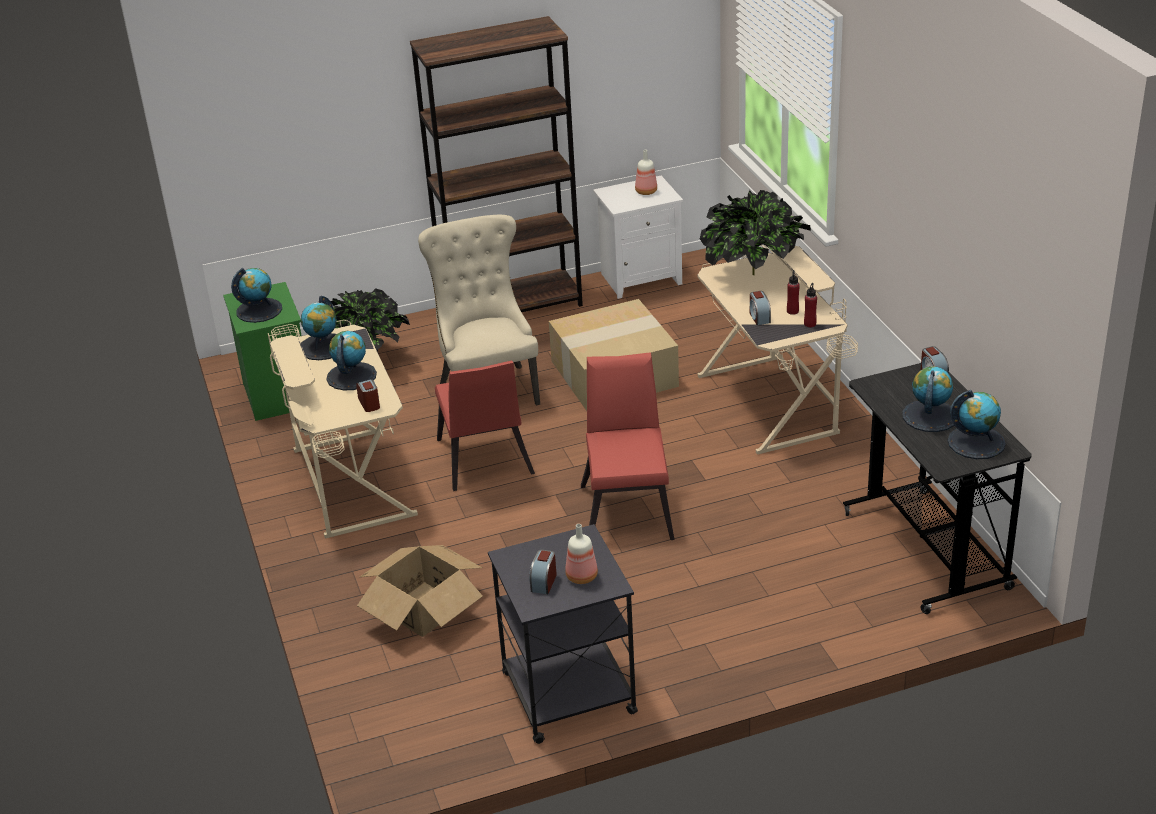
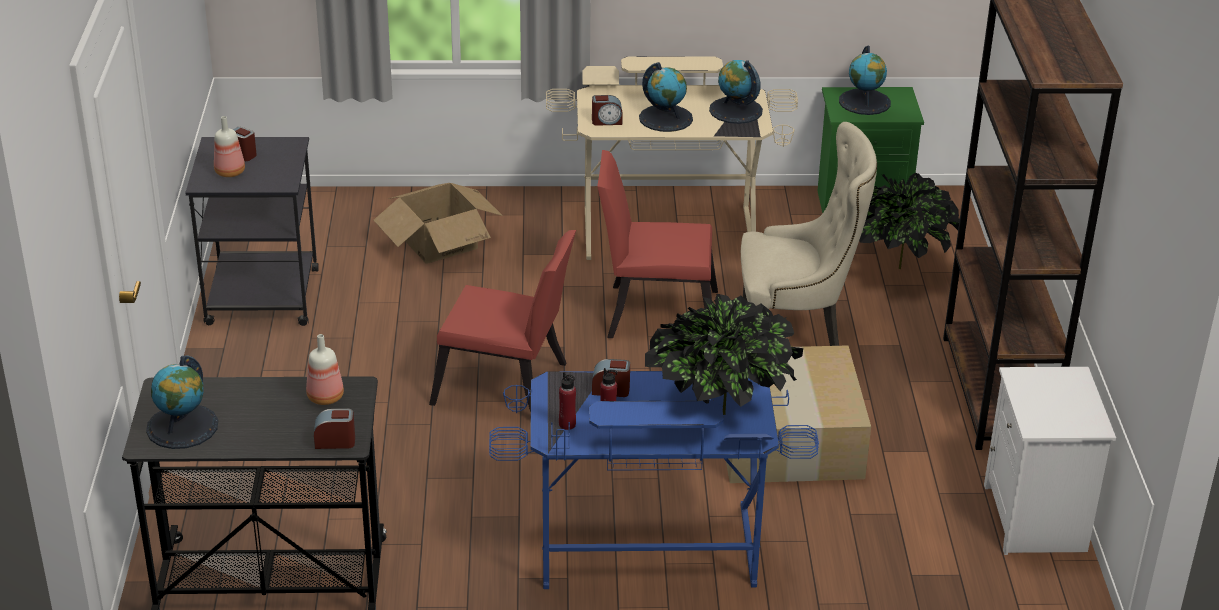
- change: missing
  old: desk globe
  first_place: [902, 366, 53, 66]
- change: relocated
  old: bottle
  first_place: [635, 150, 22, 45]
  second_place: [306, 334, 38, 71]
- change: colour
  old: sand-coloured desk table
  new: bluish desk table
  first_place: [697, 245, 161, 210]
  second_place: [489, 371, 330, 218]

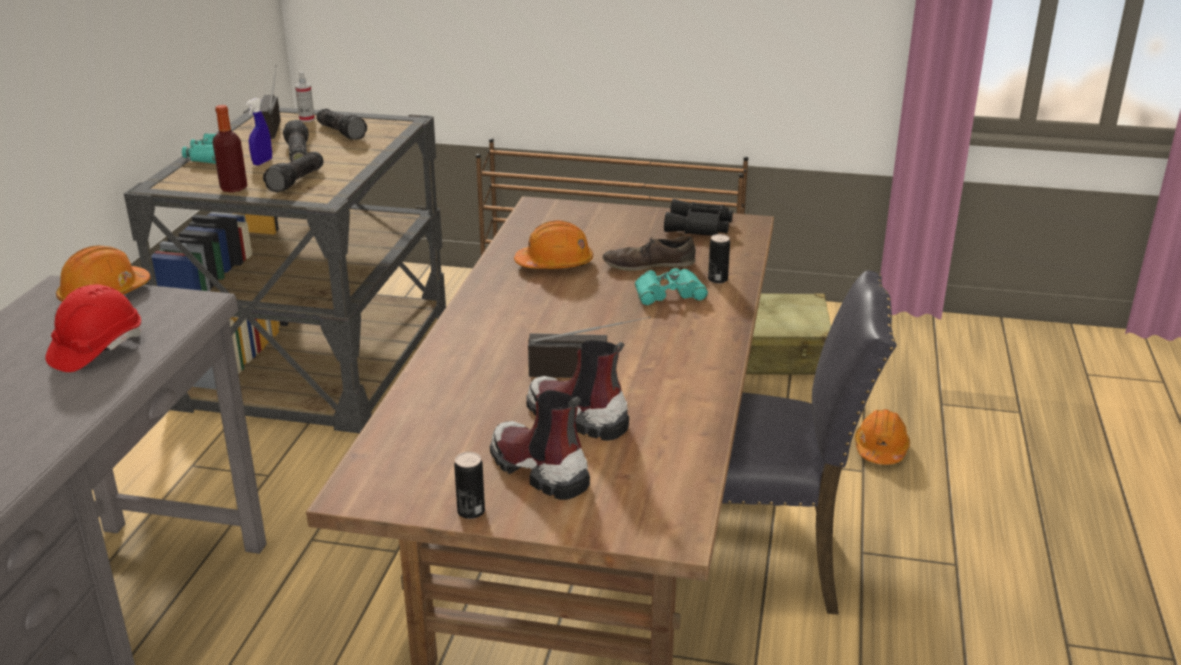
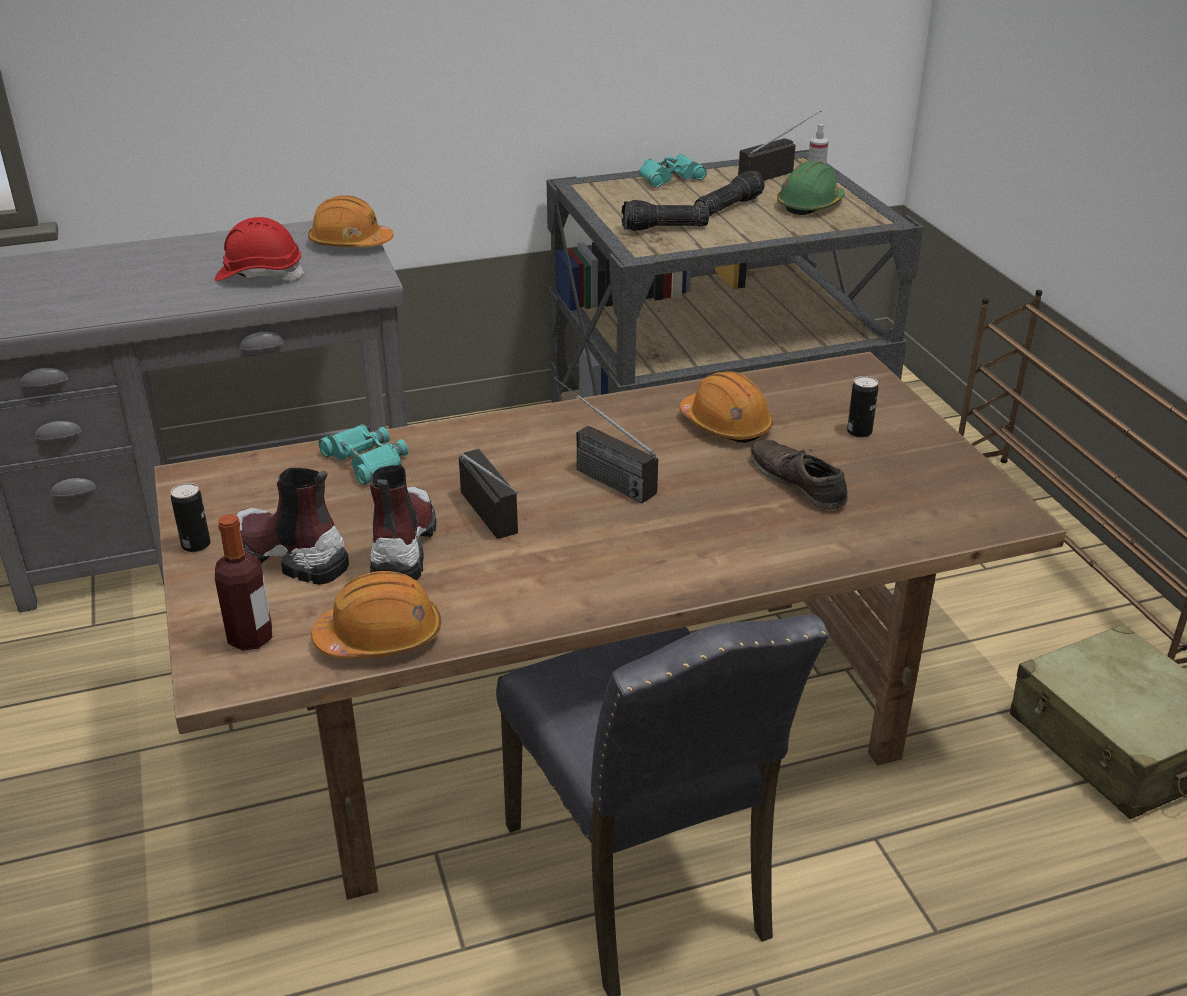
- change: missing
  old: bluish spray bottle
  first_place: [246, 98, 26, 67]
- change: missing
  old: blackish pair of binoculars
  first_place: [664, 199, 69, 37]
- change: appeared
  new: radio
  second_place: [554, 377, 104, 126]
- change: relocated
  old: bottle
  first_place: [213, 105, 34, 87]
  second_place: [215, 514, 57, 137]
- change: relocated
  old: blue-green pair of binoculars
  first_place: [635, 268, 73, 38]
  second_place: [319, 424, 89, 61]
- change: relocated
  old: can
  first_place: [708, 234, 22, 50]
  second_place: [847, 376, 31, 62]
- change: relocated
  old: orange-coloured hard hat
  first_place: [855, 409, 55, 56]
  second_place: [311, 571, 130, 87]
- change: exchanged
  old: flashlight
  new: greenish hard hat
  first_place: [317, 109, 50, 31]
  second_place: [777, 161, 68, 54]
- change: spun
  old: high-top boot
  first_place: [490, 390, 100, 110]
  second_place: [236, 468, 113, 117]
  degrees: -75

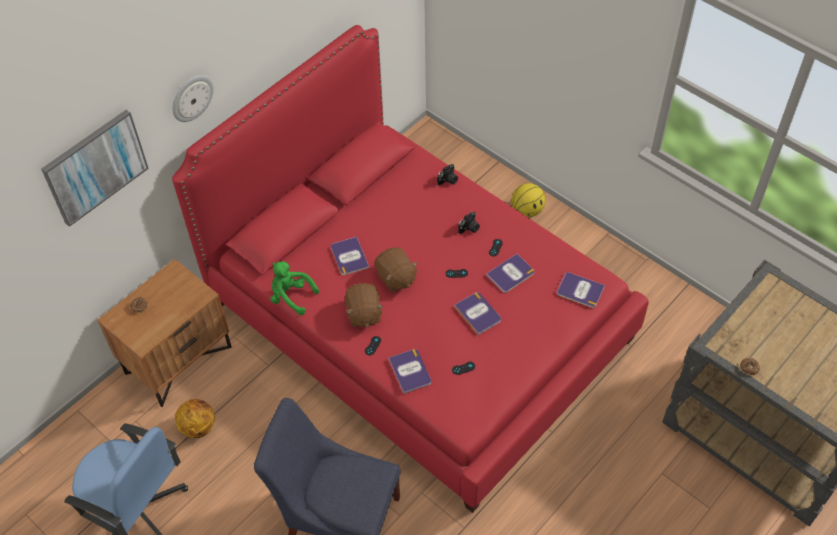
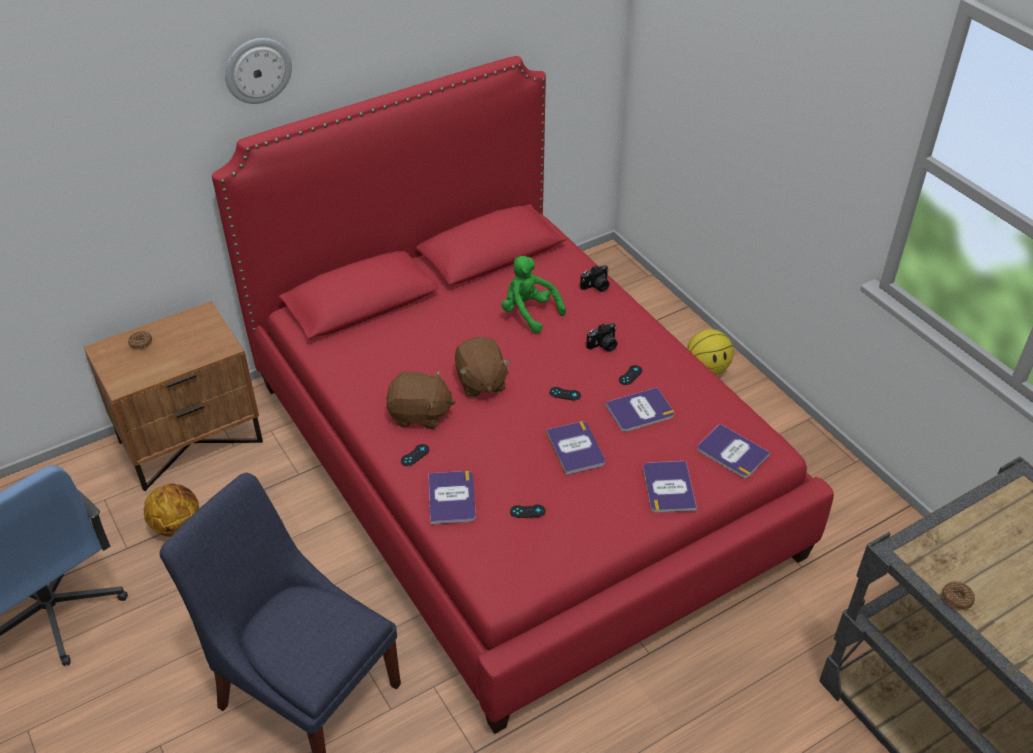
- change: missing
  old: wall art
  first_place: [41, 110, 108, 117]
- change: relocated
  old: greenish plush toy
  first_place: [270, 261, 49, 54]
  second_place: [502, 256, 64, 77]
- change: relocated
  old: book
  first_place: [331, 236, 38, 39]
  second_place: [643, 461, 54, 52]
- change: spun
  old: brown plush toy
  first_place: [345, 283, 39, 45]
  second_place: [386, 370, 69, 59]
  degrees: -90

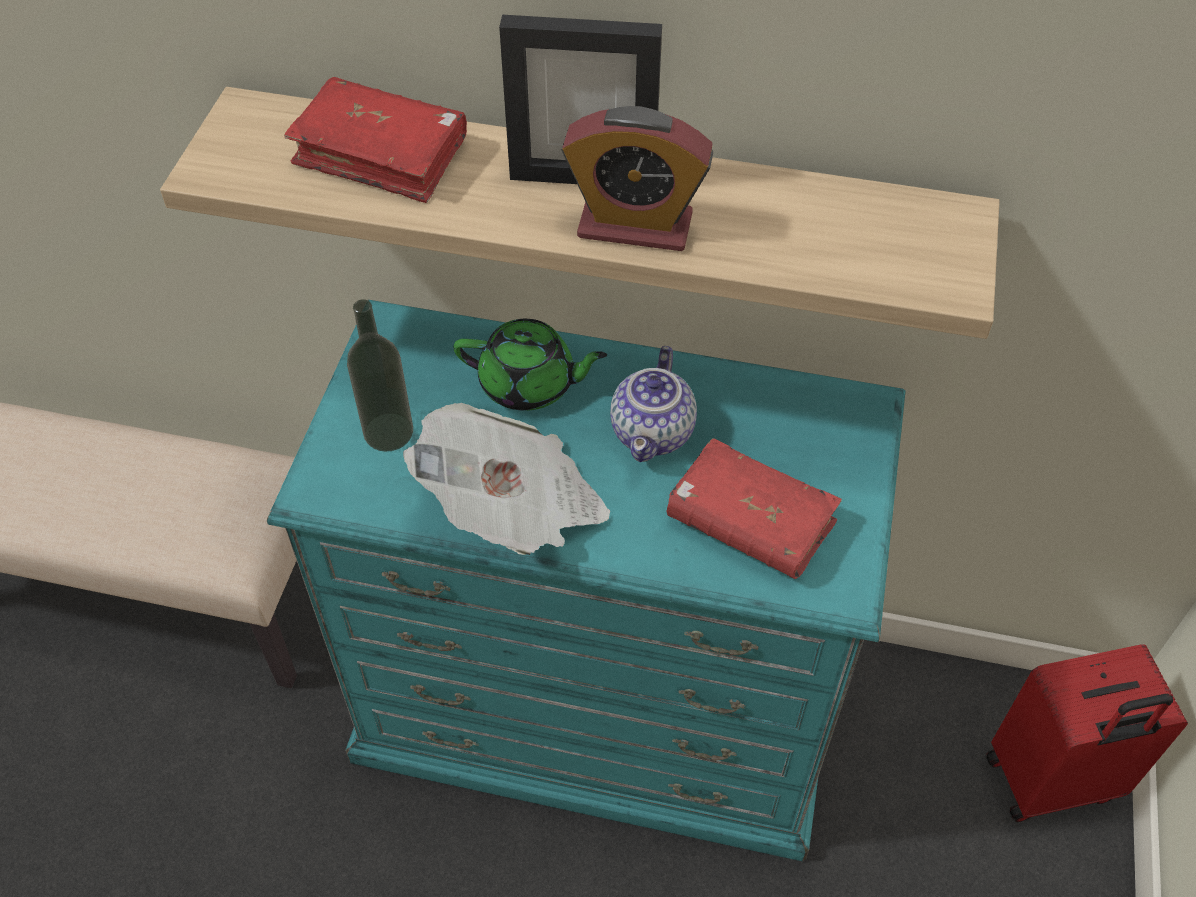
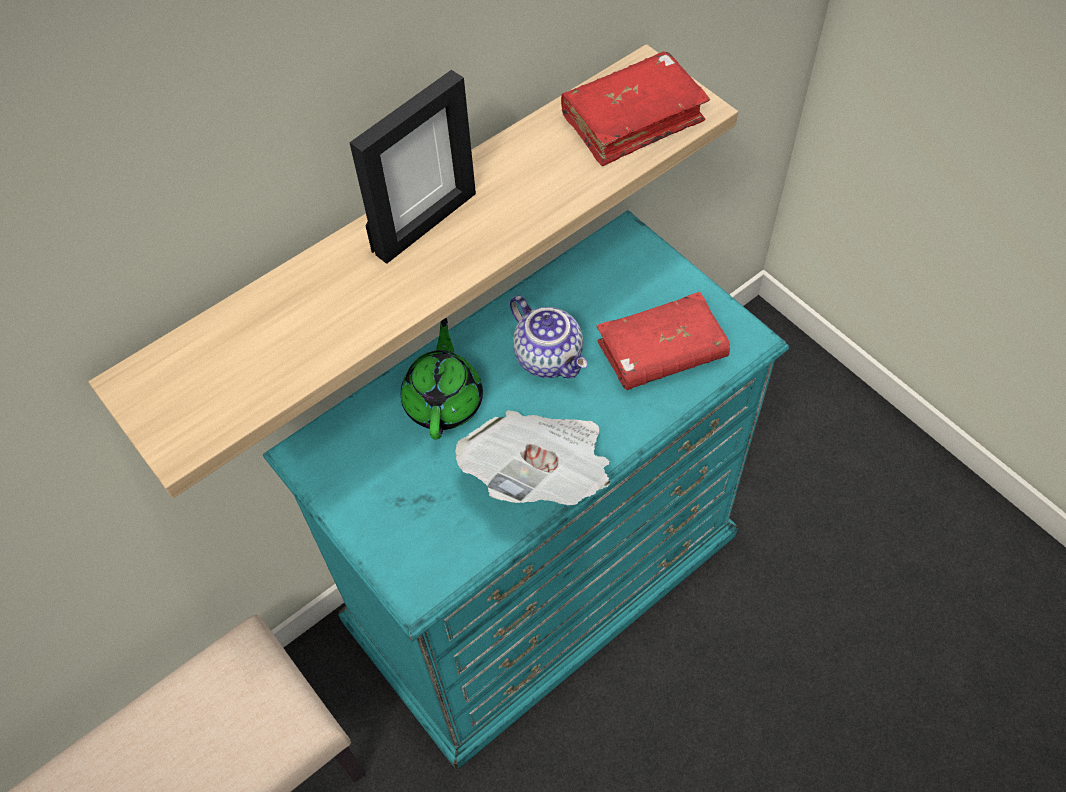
- change: missing
  old: bottle
  first_place: [347, 299, 66, 153]
- change: missing
  old: bedside clock
  first_place: [562, 106, 151, 145]
- change: missing
  old: red suitcase
  first_place: [987, 644, 201, 178]
- change: relocated
  old: red book
  first_place: [284, 77, 183, 126]
  second_place: [561, 51, 149, 115]
- change: spun
  old: greenish tea pot
  first_place: [453, 319, 154, 92]
  second_place: [401, 318, 82, 121]
  degrees: -45

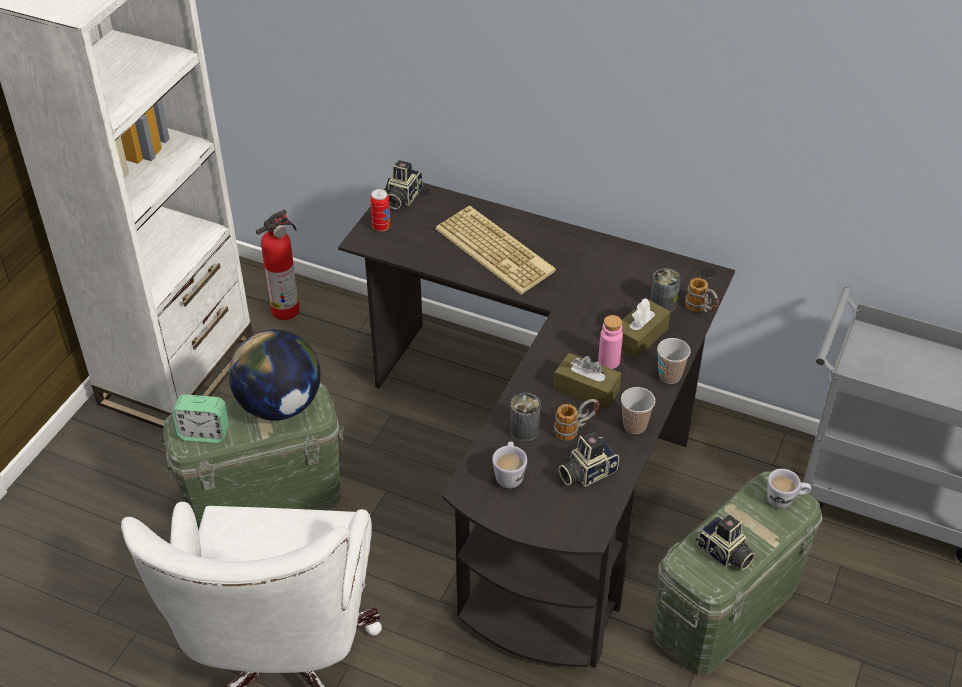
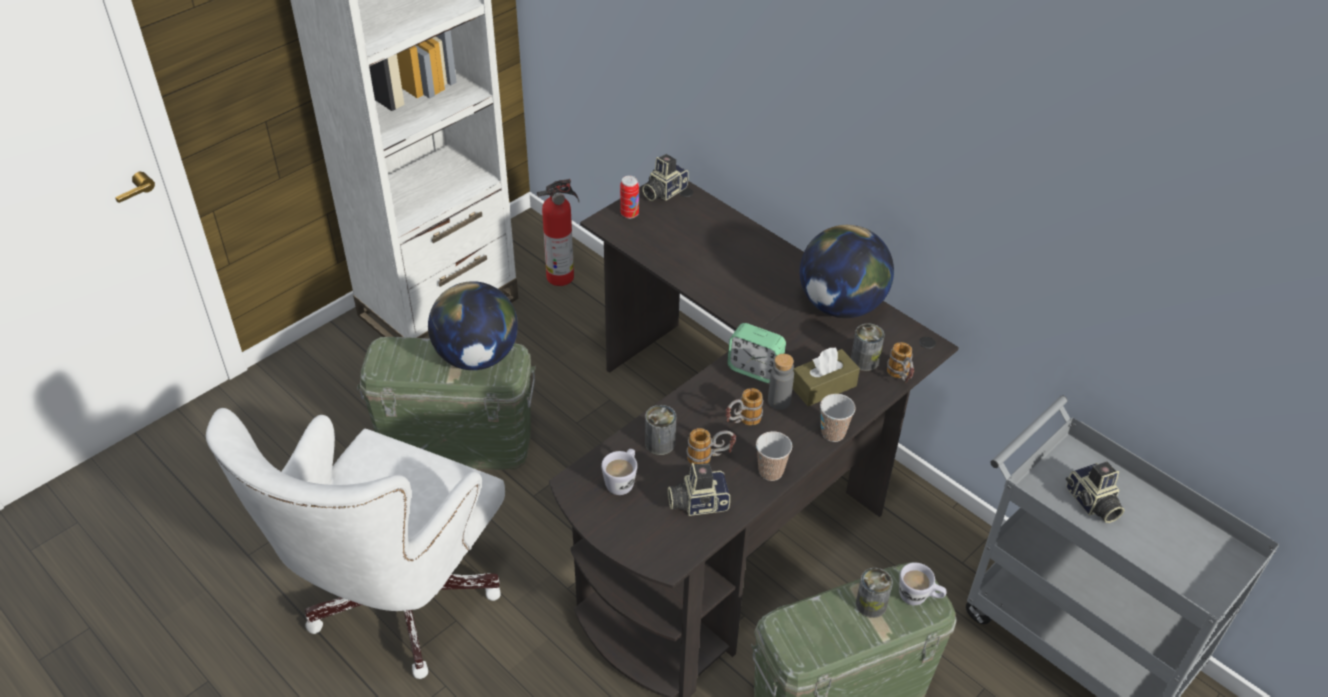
- change: missing
  old: PC keyboard
  first_place: [436, 206, 120, 89]
- change: appeared
  new: desk globe
  second_place: [800, 225, 94, 93]
- change: appeared
  new: can
  second_place: [856, 568, 37, 50]
- change: relocated
  old: bedside clock
  first_place: [172, 394, 57, 49]
  second_place: [727, 323, 59, 60]
- change: relocated
  old: photo camera
  first_place: [696, 515, 59, 55]
  second_place: [1065, 461, 59, 62]
- change: exchanged
  old: brown box of tissues
  new: tea mug
  first_place: [554, 353, 67, 57]
  second_place: [726, 388, 37, 37]
- change: colour
  old: pink-coloured bottle
  new: grey bottle
  first_place: [598, 315, 25, 54]
  second_place: [768, 354, 26, 56]

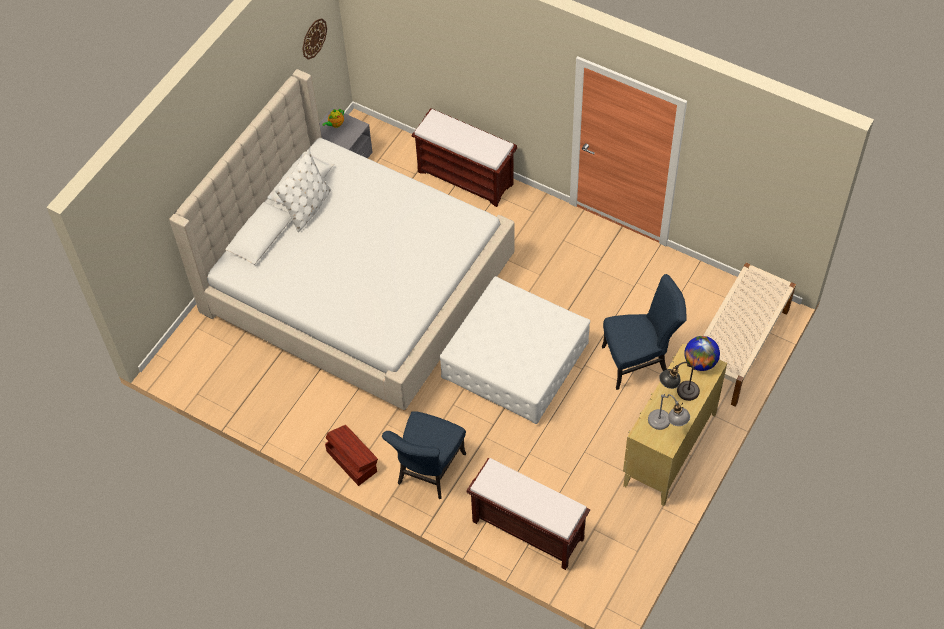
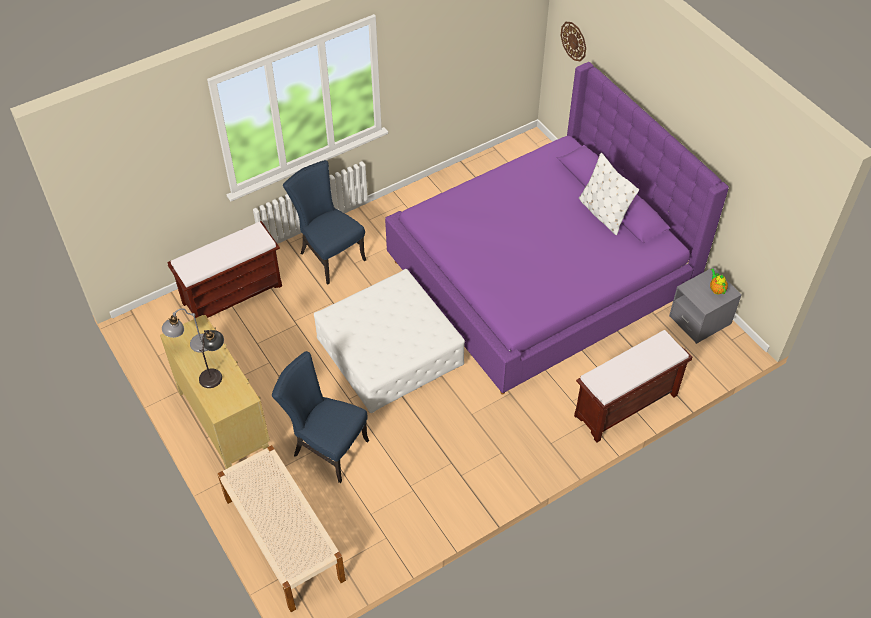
- change: missing
  old: brown storage box
  first_place: [325, 425, 53, 61]
- change: missing
  old: desk globe
  first_place: [684, 336, 36, 35]
- change: relocated
  old: clock on the wall
  first_place: [302, 18, 25, 42]
  second_place: [561, 22, 25, 39]
- change: colour
  old: sand-coloured bed
  new: purple bed
  first_place: [169, 69, 346, 341]
  second_place: [385, 62, 344, 333]
- change: spun
  old: bluish plain chair
  first_place: [602, 274, 85, 116]
  second_place: [272, 351, 97, 132]
  degrees: 105

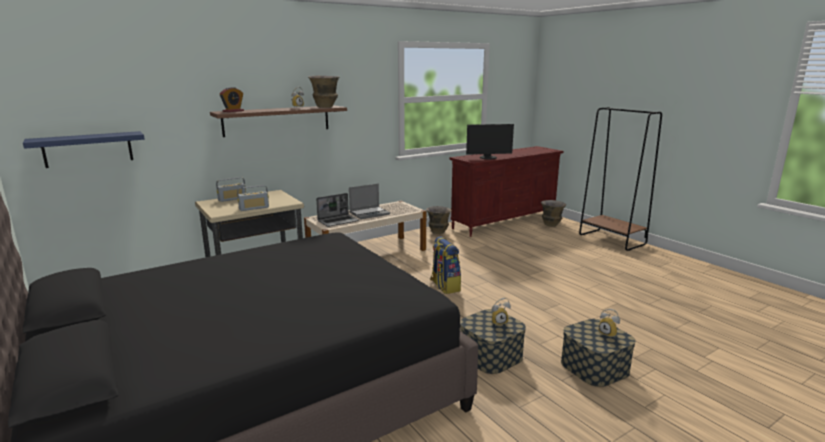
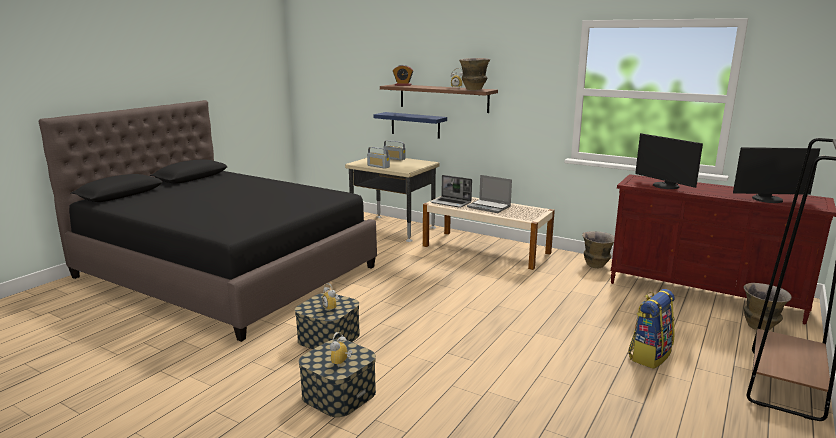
- change: appeared
  new: monitor
  second_place: [733, 147, 87, 56]
- change: relocated
  old: bluish shelf
  first_place: [23, 131, 122, 37]
  second_place: [373, 112, 74, 27]
- change: relocated
  old: backpack
  first_place: [430, 236, 31, 58]
  second_place: [628, 289, 47, 80]

